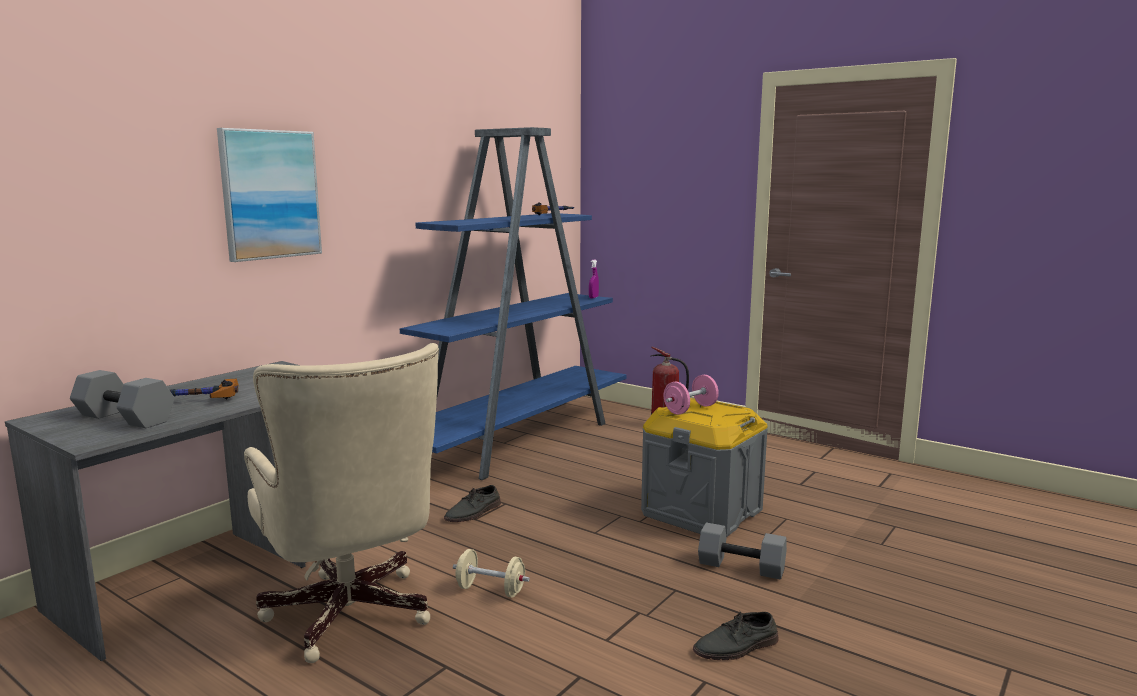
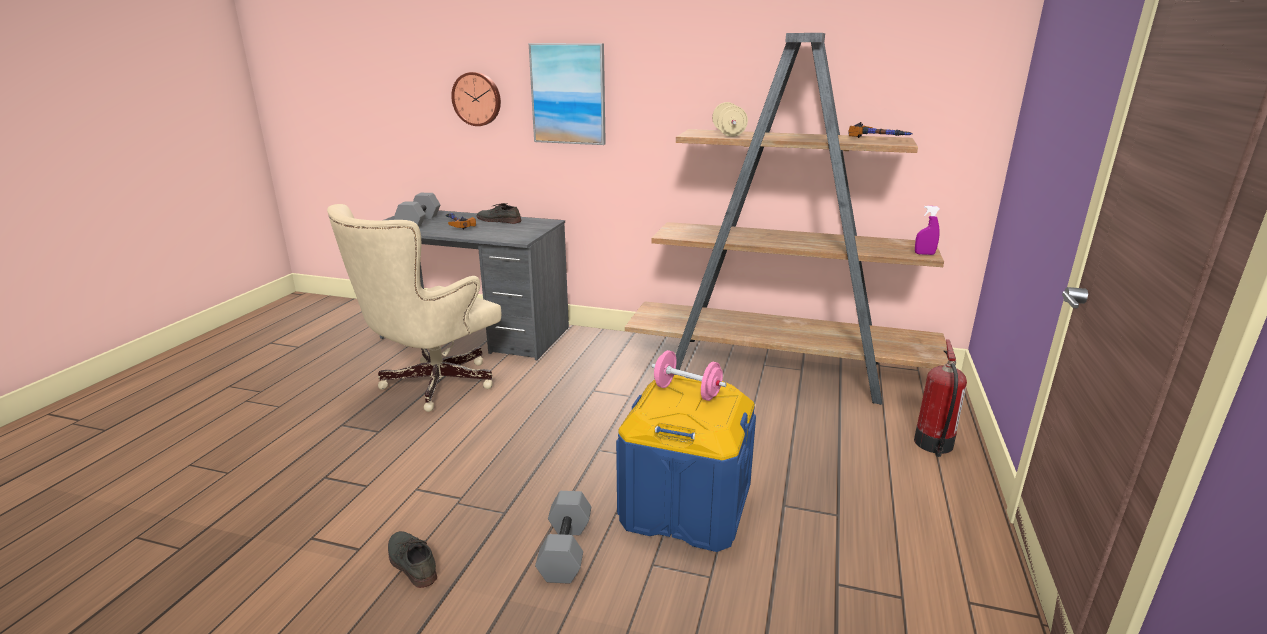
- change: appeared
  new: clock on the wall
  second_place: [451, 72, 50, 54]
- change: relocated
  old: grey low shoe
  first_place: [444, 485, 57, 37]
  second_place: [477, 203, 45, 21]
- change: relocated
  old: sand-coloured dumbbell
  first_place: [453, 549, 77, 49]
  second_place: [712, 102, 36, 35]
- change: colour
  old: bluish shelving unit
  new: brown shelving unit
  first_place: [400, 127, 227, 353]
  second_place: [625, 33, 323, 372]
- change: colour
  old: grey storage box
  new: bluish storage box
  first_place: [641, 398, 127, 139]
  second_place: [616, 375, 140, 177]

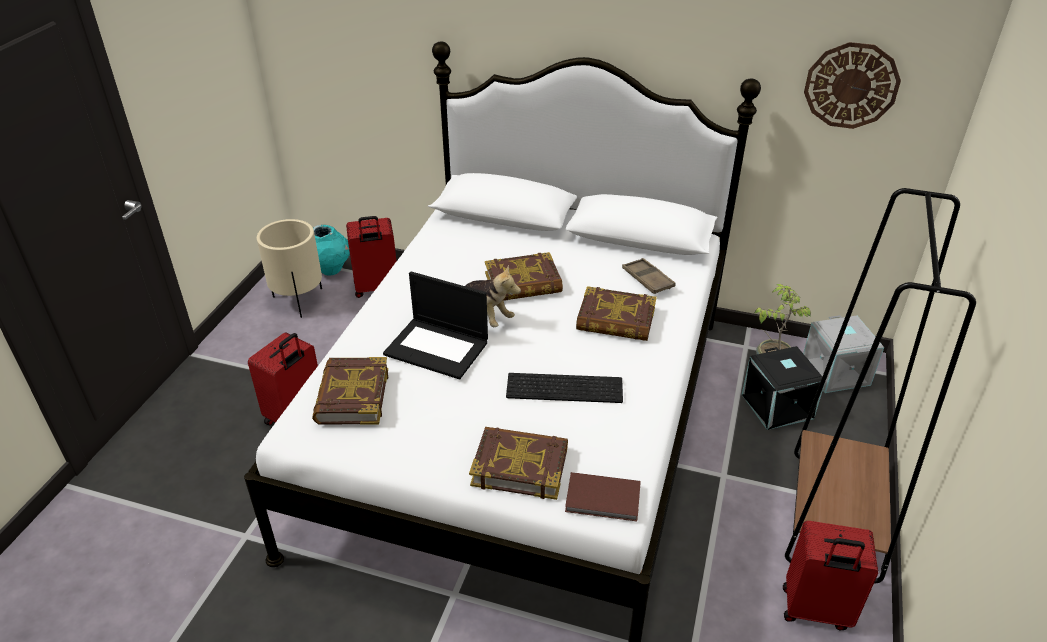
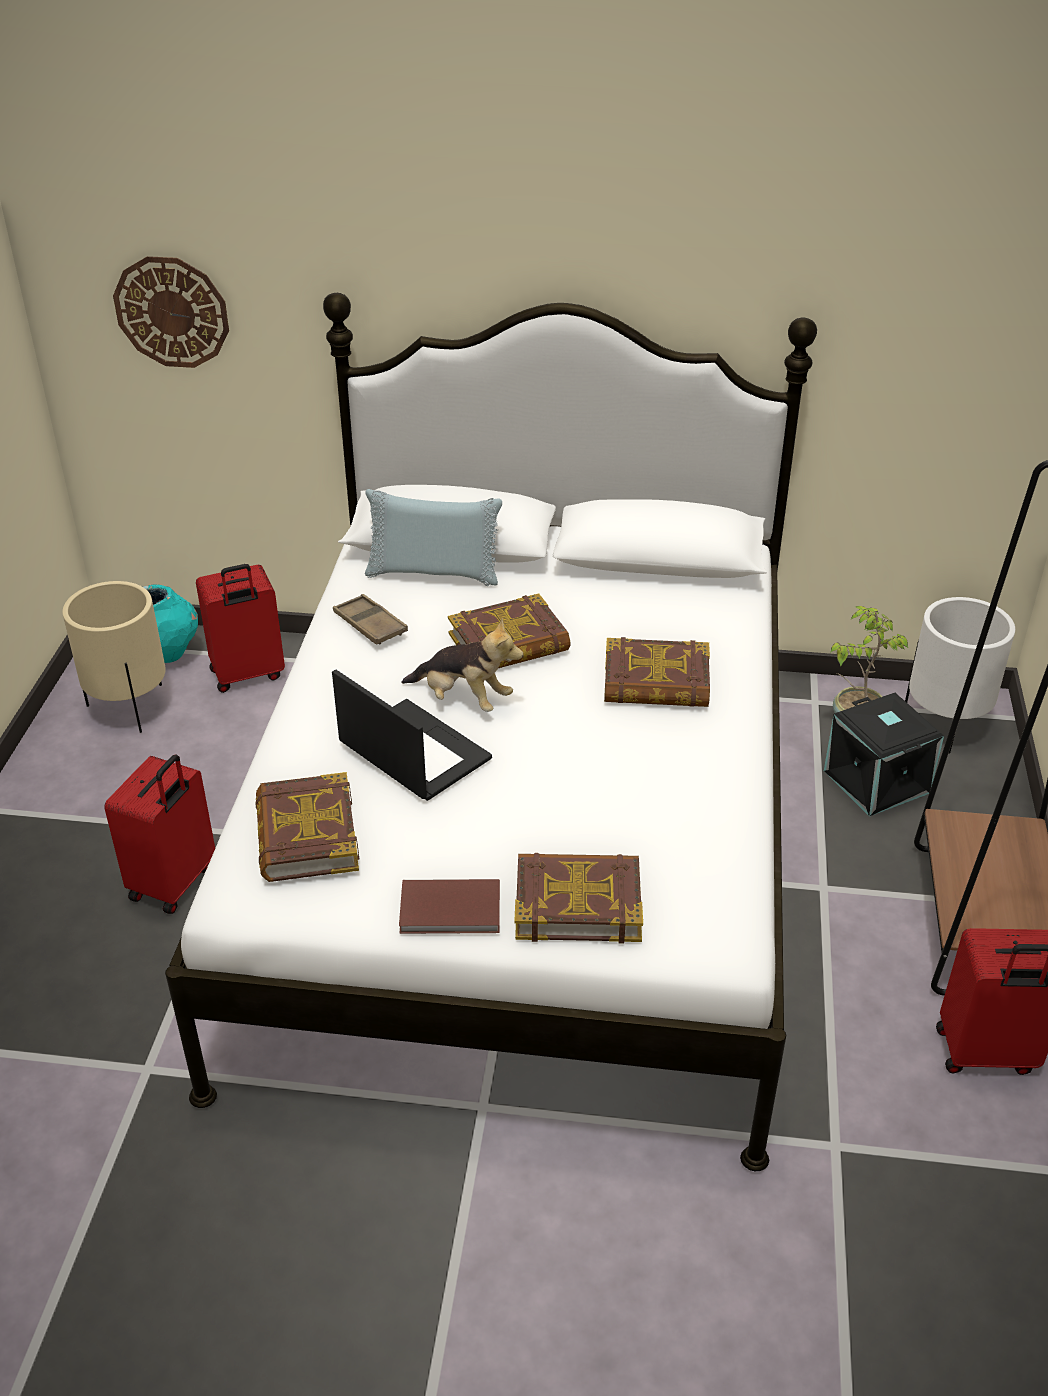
- change: missing
  old: PC keyboard
  first_place: [506, 373, 117, 30]
- change: appeared
  new: bluish throw pillow
  second_place: [365, 489, 137, 97]
- change: relocated
  old: brown book
  first_place: [565, 472, 76, 49]
  second_place: [399, 879, 101, 55]
- change: relocated
  old: brown serving tray
  first_place: [622, 258, 54, 36]
  second_place: [333, 594, 75, 51]
- change: relocated
  old: clock on the wall
  first_place: [804, 42, 97, 87]
  second_place: [113, 256, 116, 112]
- change: exchanged
  old: grey storage box
  new: whitish flower pot
  first_place: [803, 315, 81, 78]
  second_place: [905, 597, 110, 157]
- change: spun
  old: laptop
  first_place: [383, 271, 105, 108]
  second_place: [332, 669, 160, 132]
  degrees: -150

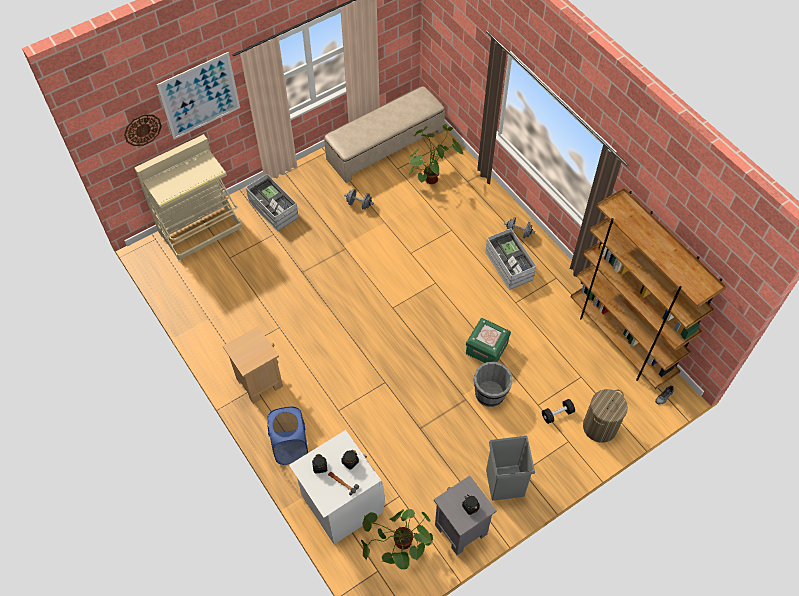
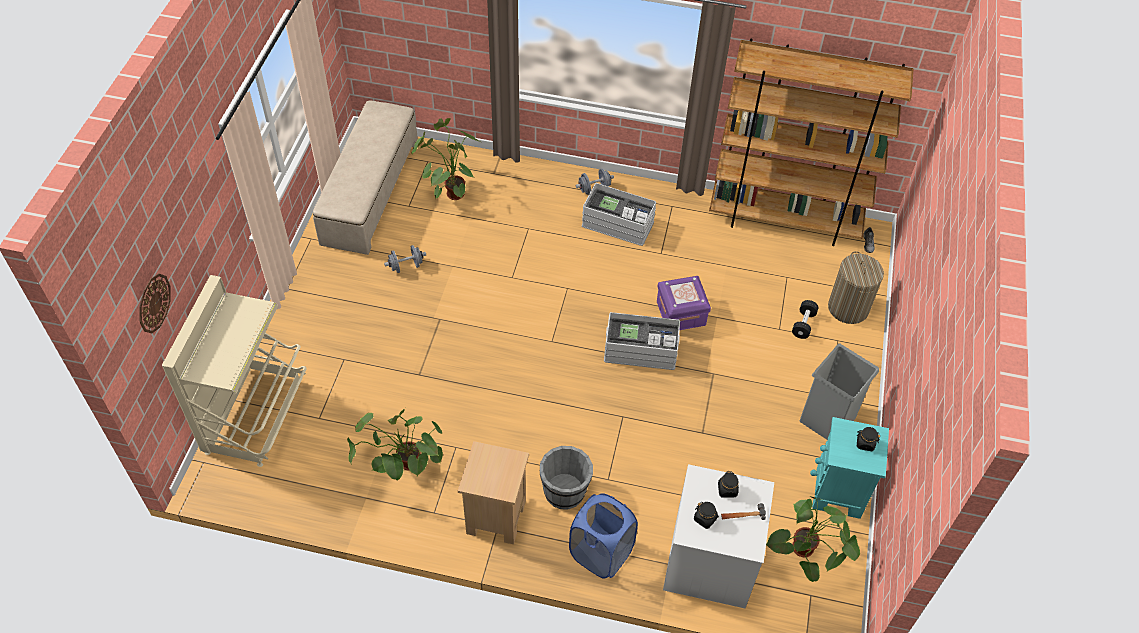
- change: missing
  old: wall art
  first_place: [157, 52, 83, 87]
- change: appeared
  new: plant in a pot
  second_place: [347, 408, 96, 73]
- change: relocated
  old: grey storage box
  first_place: [246, 174, 53, 57]
  second_place: [604, 312, 76, 58]
- change: relocated
  old: grey pail
  first_place: [474, 362, 39, 45]
  second_place: [540, 446, 53, 64]
- change: colour
  old: grey bedside table
  new: blue-green bedside table
  first_place: [434, 476, 63, 79]
  second_place: [810, 417, 79, 102]
- change: colour
  old: greenish storage box
  new: purple storage box
  first_place: [466, 318, 45, 45]
  second_place: [657, 276, 54, 54]

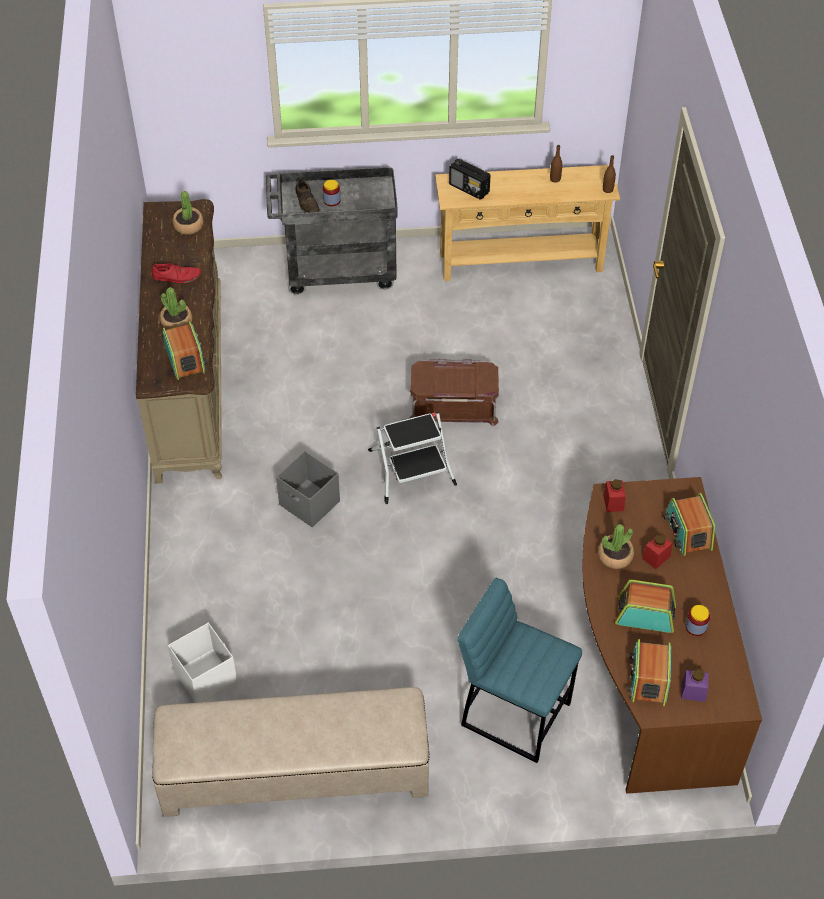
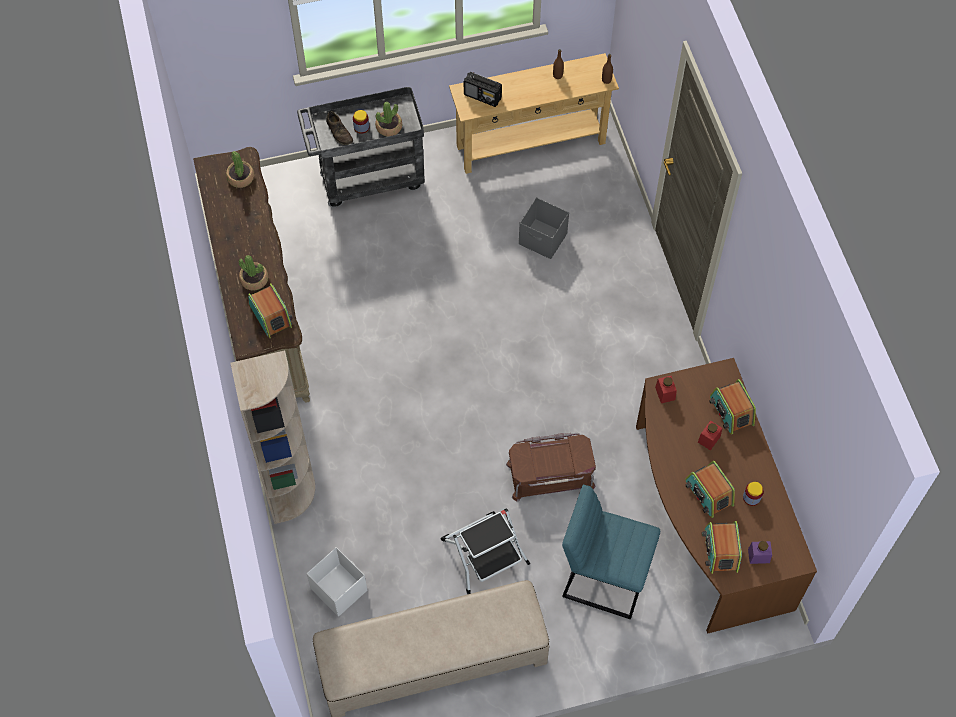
- change: missing
  old: red low shoe
  first_place: [152, 263, 49, 20]
- change: appeared
  new: sand-coloured shelving unit
  second_place: [230, 351, 85, 173]
- change: relocated
  old: grey storage box
  first_place: [276, 451, 64, 76]
  second_place: [519, 197, 50, 62]
- change: relocated
  old: step stool
  first_place: [368, 411, 89, 93]
  second_place: [441, 509, 89, 85]
- change: relocated
  old: brown storage box
  first_place: [410, 359, 89, 67]
  second_place: [506, 433, 90, 69]
- change: relocated
  old: plant in a pot
  first_place: [598, 524, 36, 45]
  second_place: [375, 102, 27, 35]
- change: spun
  old: radio
  first_place: [615, 580, 61, 53]
  second_place: [685, 461, 50, 57]
  degrees: -120

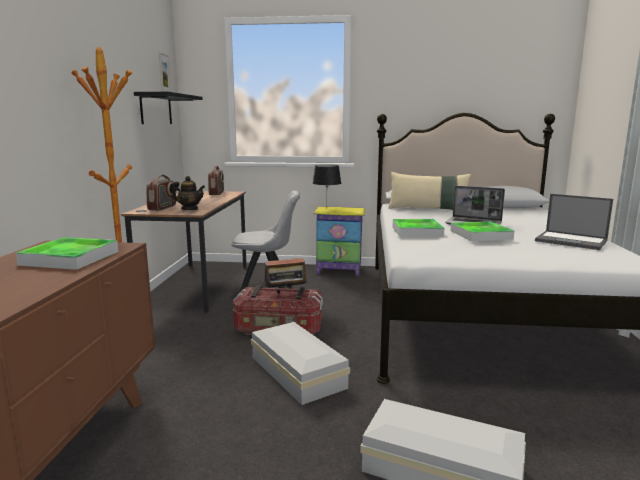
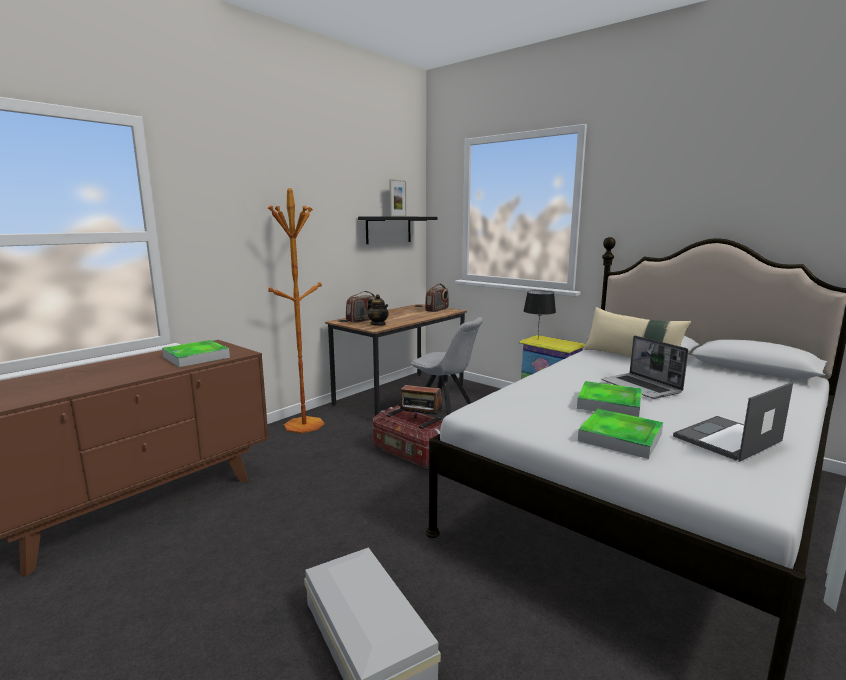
- change: missing
  old: whitish storage box
  first_place: [251, 322, 99, 83]
- change: relocated
  old: serving tray
  first_place: [392, 219, 52, 18]
  second_place: [578, 409, 85, 50]
- change: spun
  old: laptop
  first_place: [535, 194, 78, 56]
  second_place: [673, 382, 120, 80]
  degrees: 75

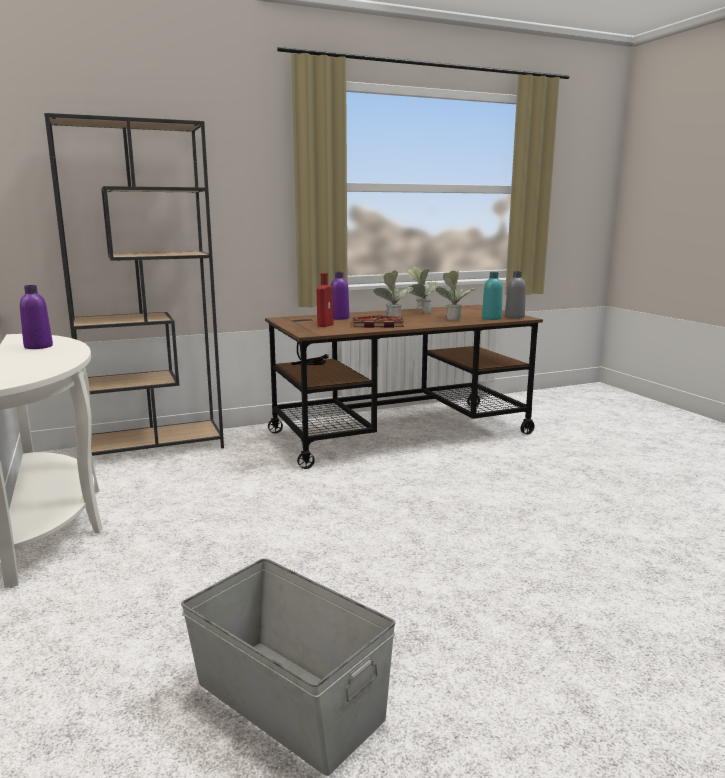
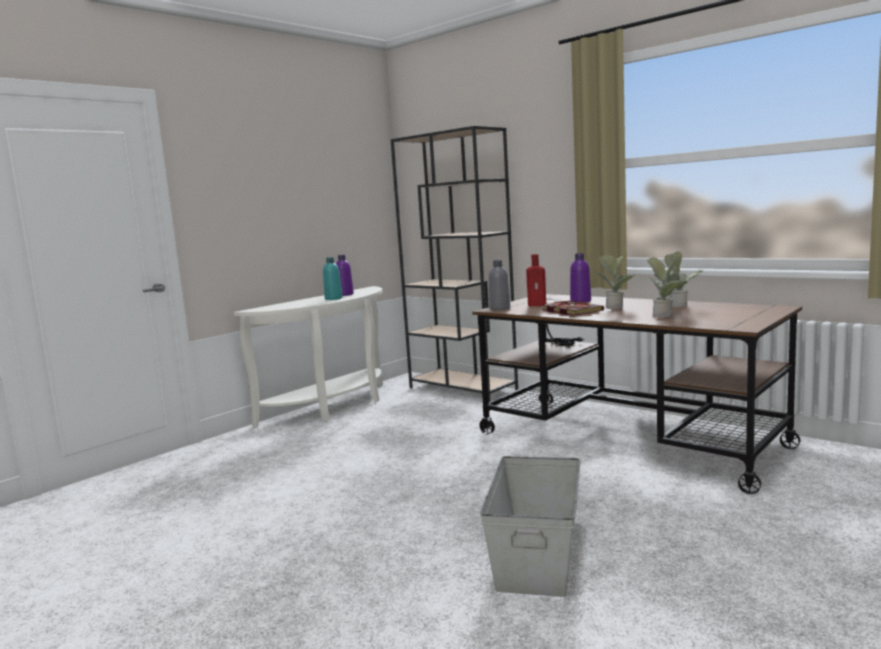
- change: relocated
  old: grey storage box
  first_place: [181, 558, 215, 218]
  second_place: [480, 456, 101, 141]
- change: relocated
  old: blue-green bottle
  first_place: [482, 272, 21, 48]
  second_place: [323, 257, 20, 43]
- change: relocated
  old: grey bottle
  first_place: [505, 271, 21, 48]
  second_place: [489, 260, 21, 51]

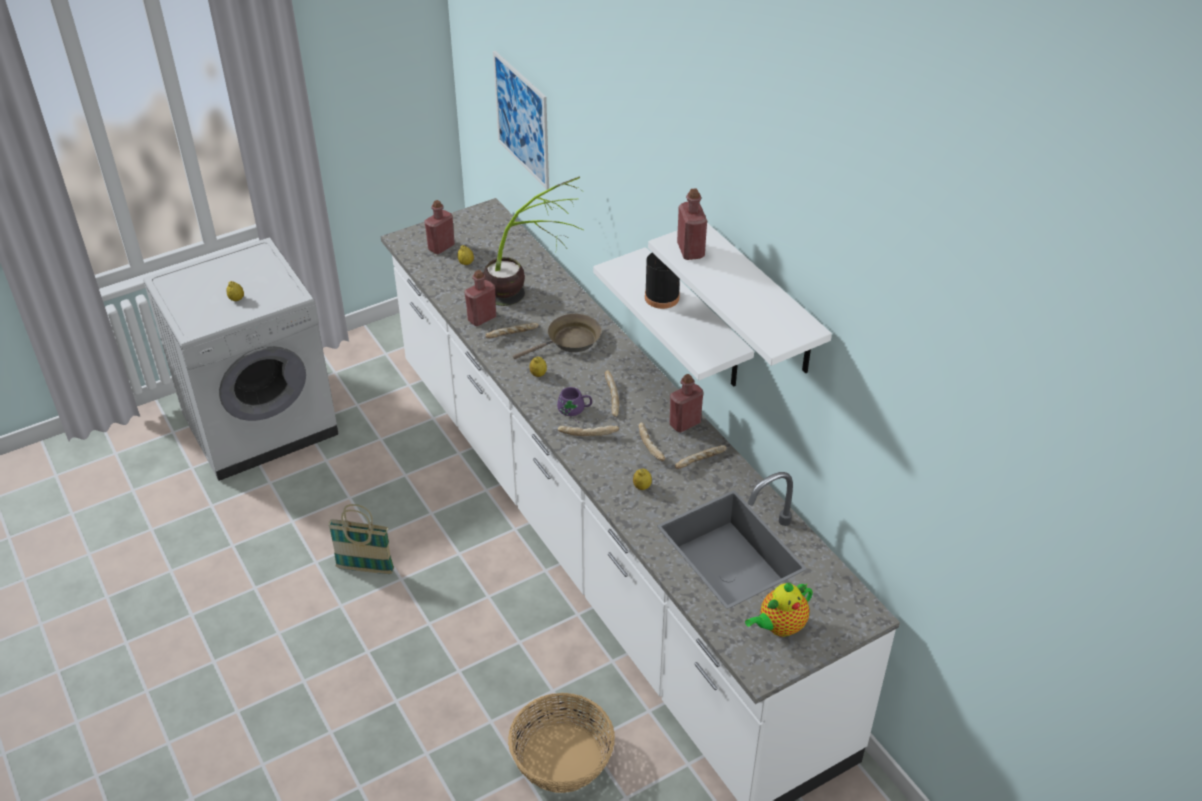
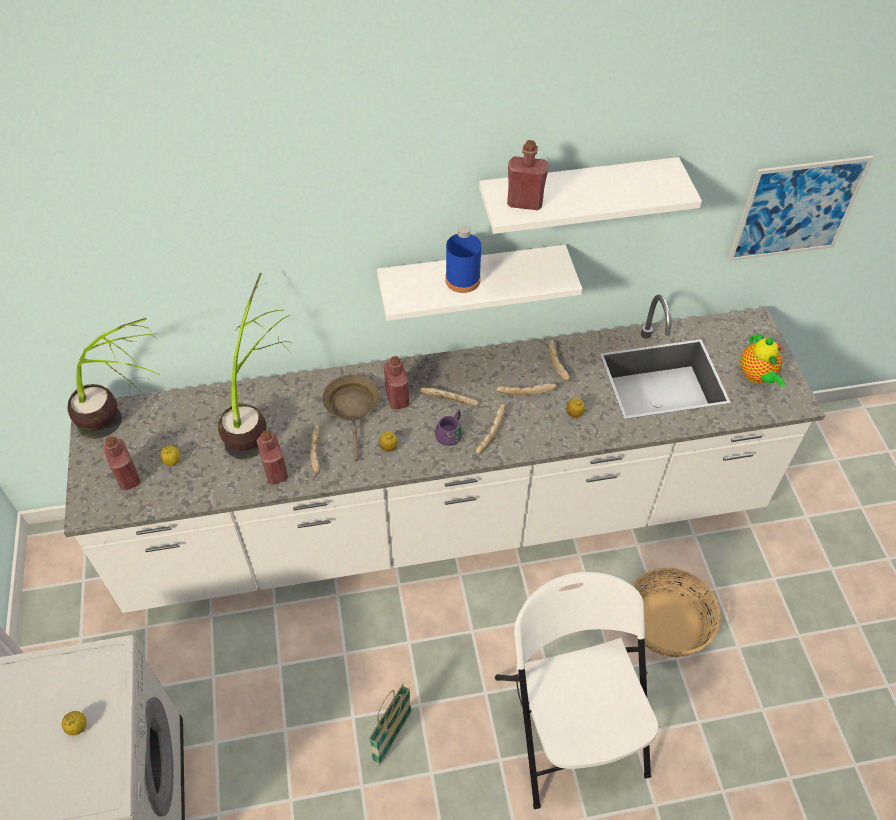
- change: appeared
  new: plant in a pot
  second_place: [67, 318, 93, 121]
- change: appeared
  new: whitish plain chair
  second_place: [495, 572, 163, 237]
- change: relocated
  old: wall art
  first_place: [493, 51, 56, 139]
  second_place: [728, 155, 146, 106]
- change: relocated
  old: red bottle
  first_place: [670, 374, 34, 58]
  second_place: [384, 356, 25, 54]
- change: colour
  old: blackish bottle
  new: bluish bottle
  first_place: [645, 253, 35, 56]
  second_place: [445, 225, 36, 68]

